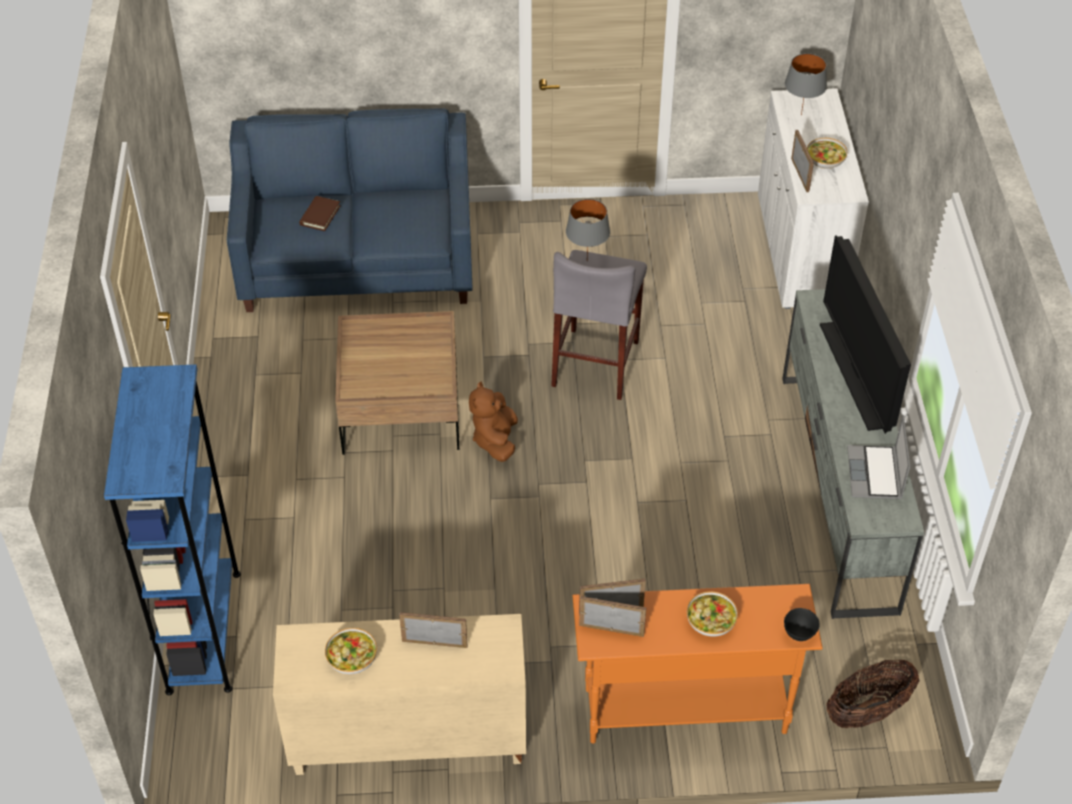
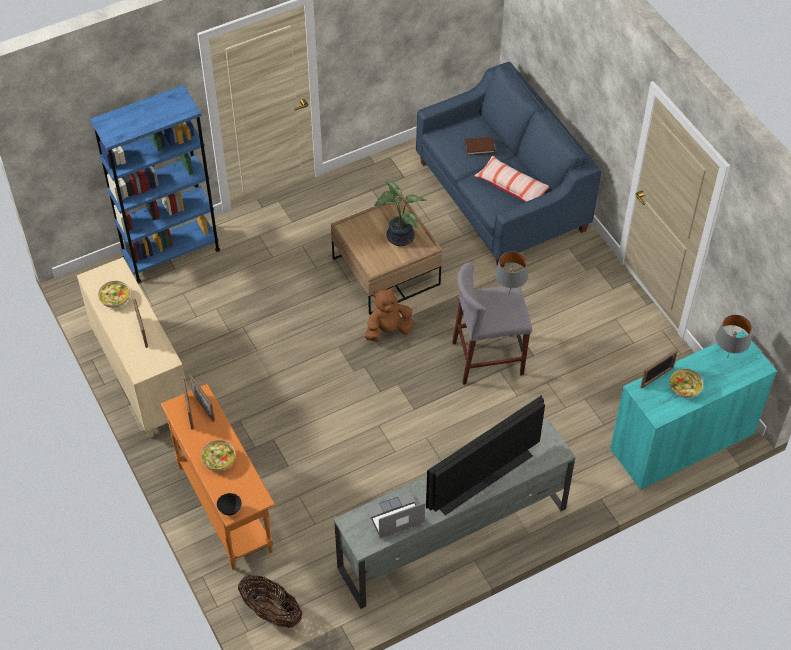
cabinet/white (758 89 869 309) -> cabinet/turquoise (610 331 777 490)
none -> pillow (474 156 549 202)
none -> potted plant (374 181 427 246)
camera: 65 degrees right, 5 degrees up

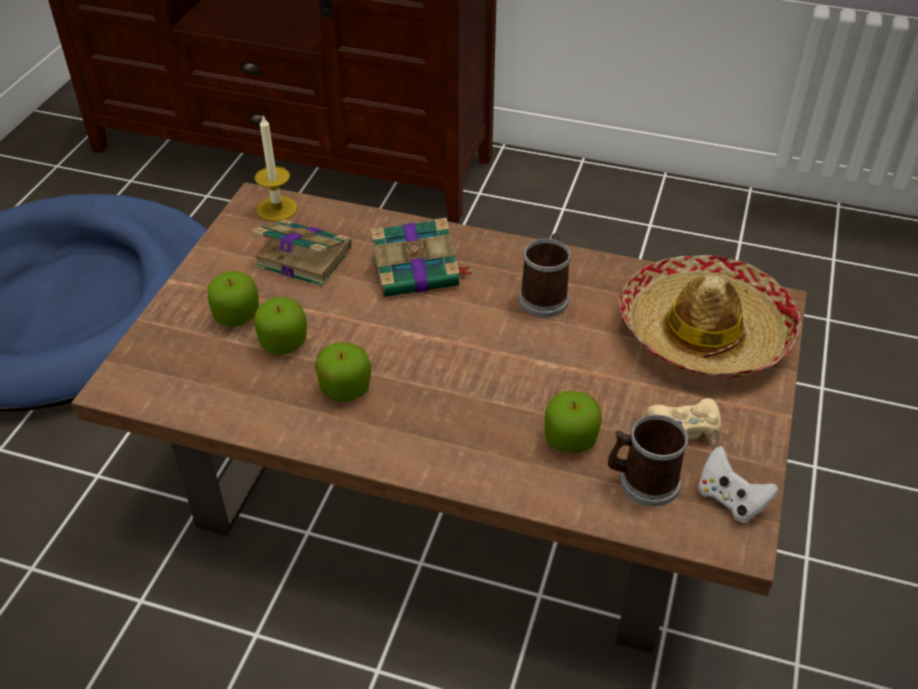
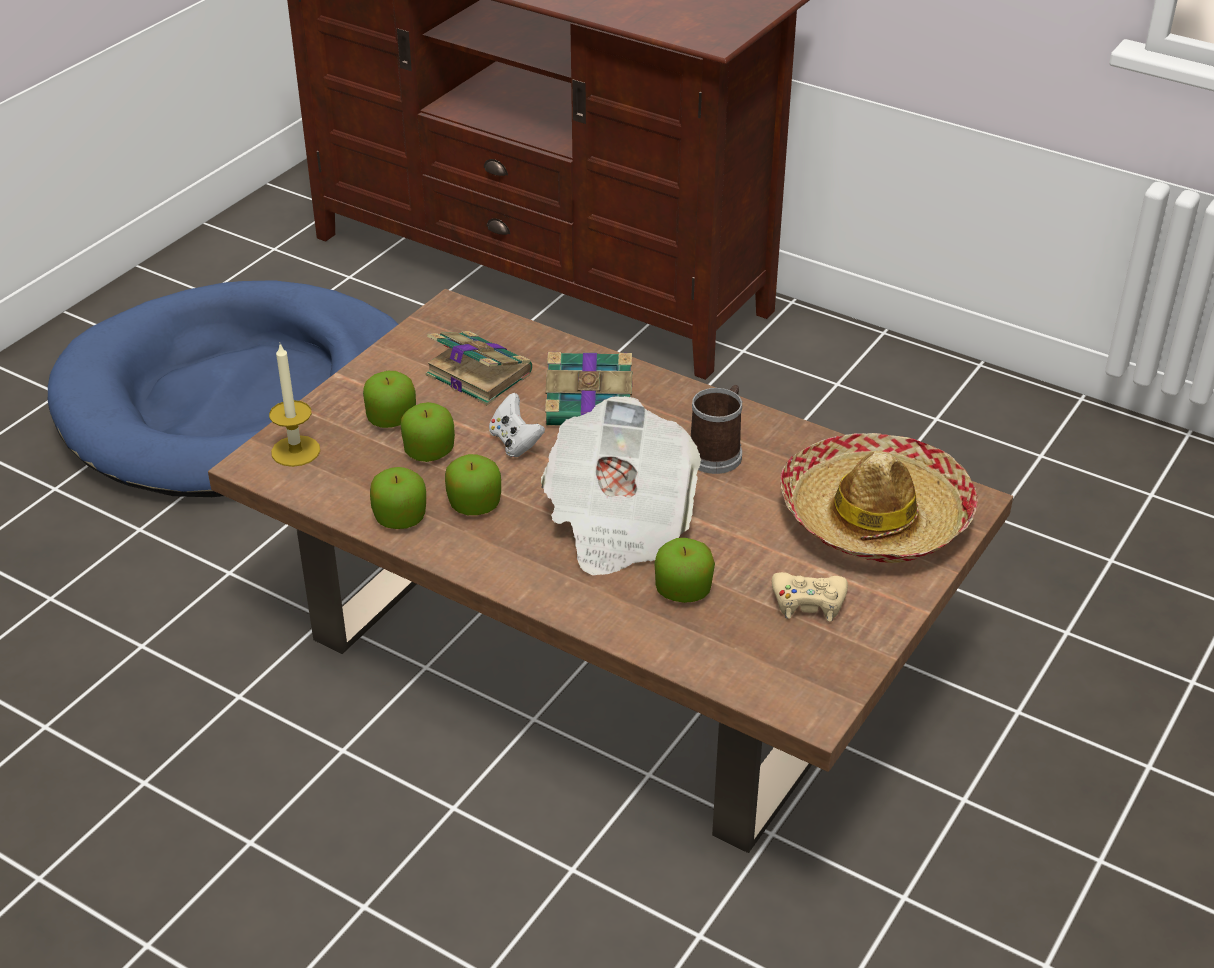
candle (255 116 297 221) -> candle (269 344 320 467), shifted
mug (608 415 689 506) -> none
game controller/white (698 446 779 523) -> game controller/white (489 393 545 457), shifted
none -> newspaper (541 396 701 576)
none -> apple (370 467 426 529)
camera: 15 degrees right, 5 degrees down

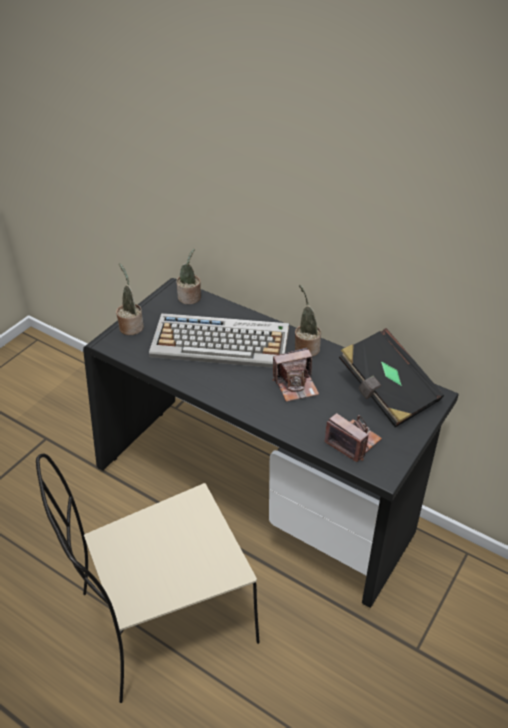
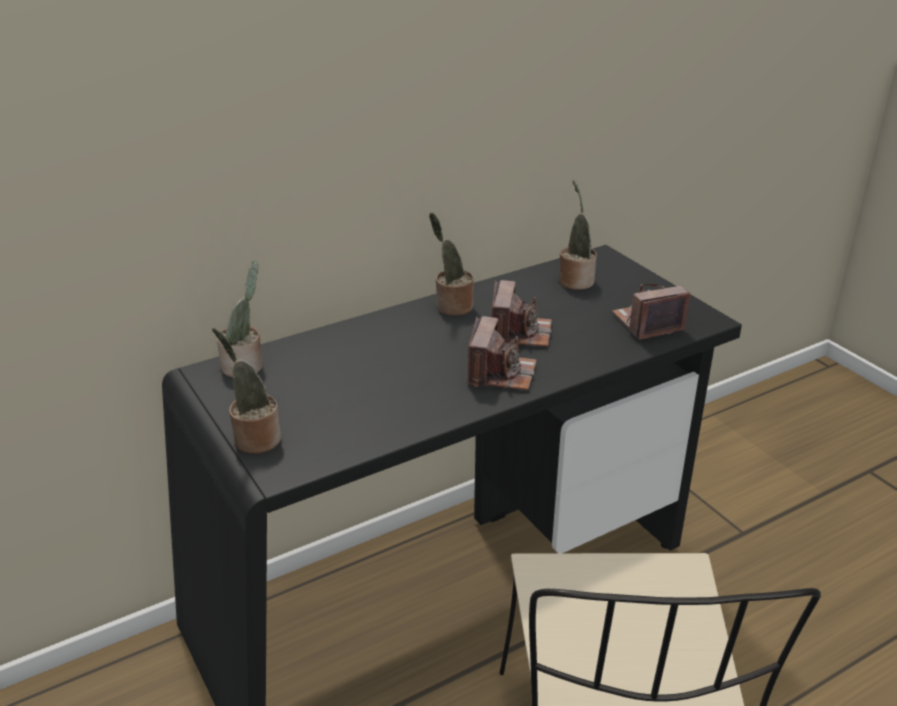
keyboard (149 313 289 368) -> none
book/black (339 328 444 427) -> potted plant (559 180 597 290)
none -> photo camera (468 316 537 390)
camera: 65 degrees left, 10 degrees down

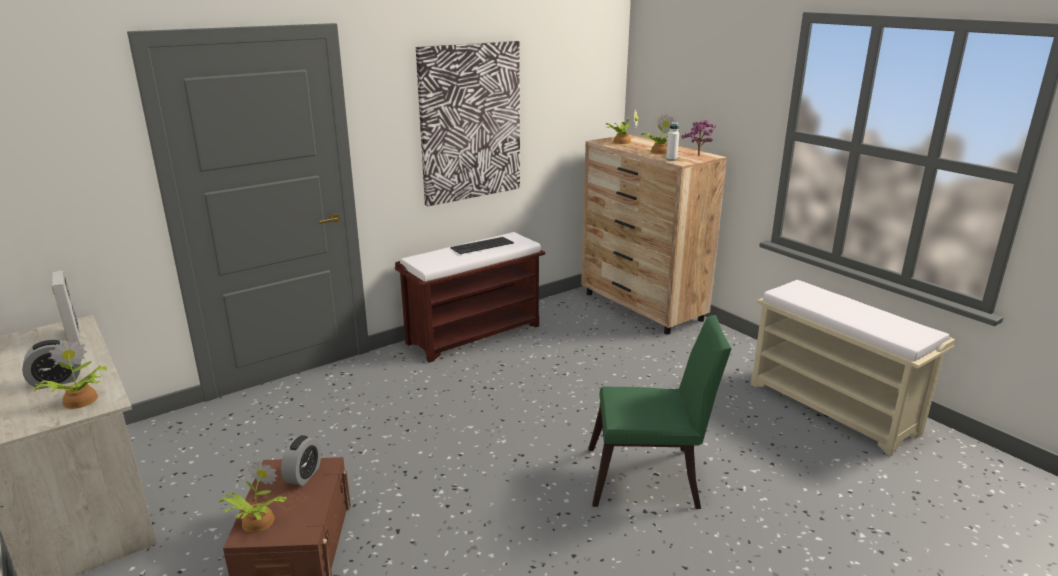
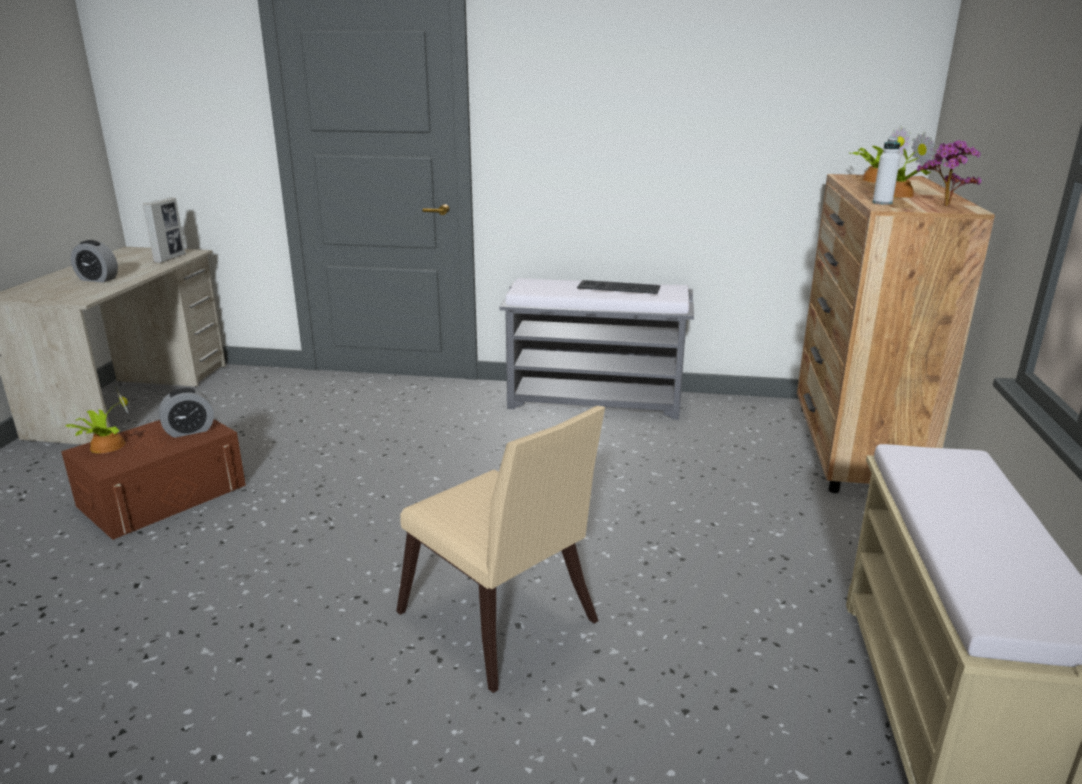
picture (416 41 520 206) -> none
bench/brown (395 232 545 363) -> bench/grey (500 278 694 420)
chair/green (588 315 732 509) -> chair/beige (396 406 605 693)
potted plant (34 340 107 409) -> none
camera: 45 degrees right, 0 degrees up

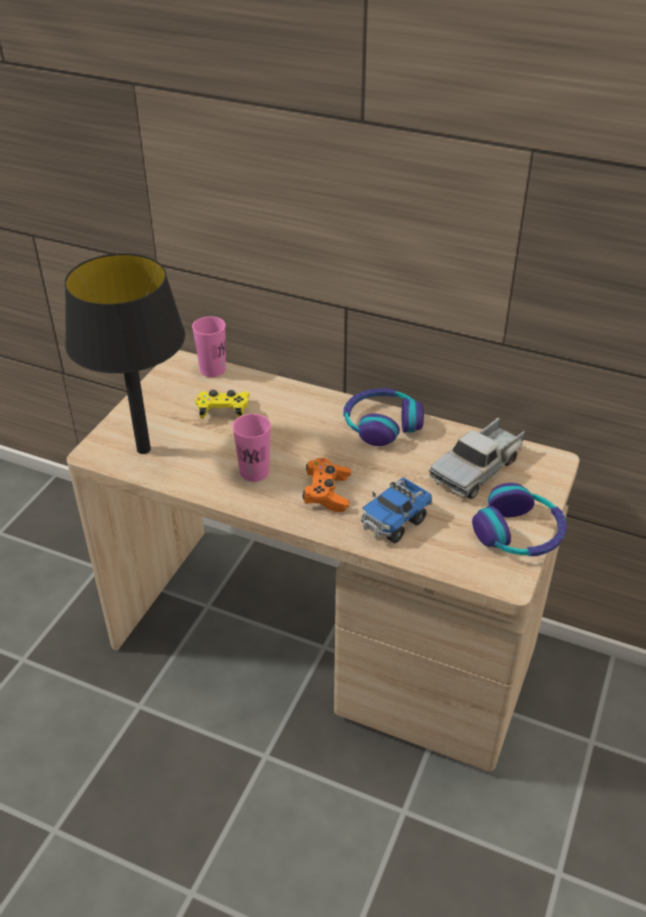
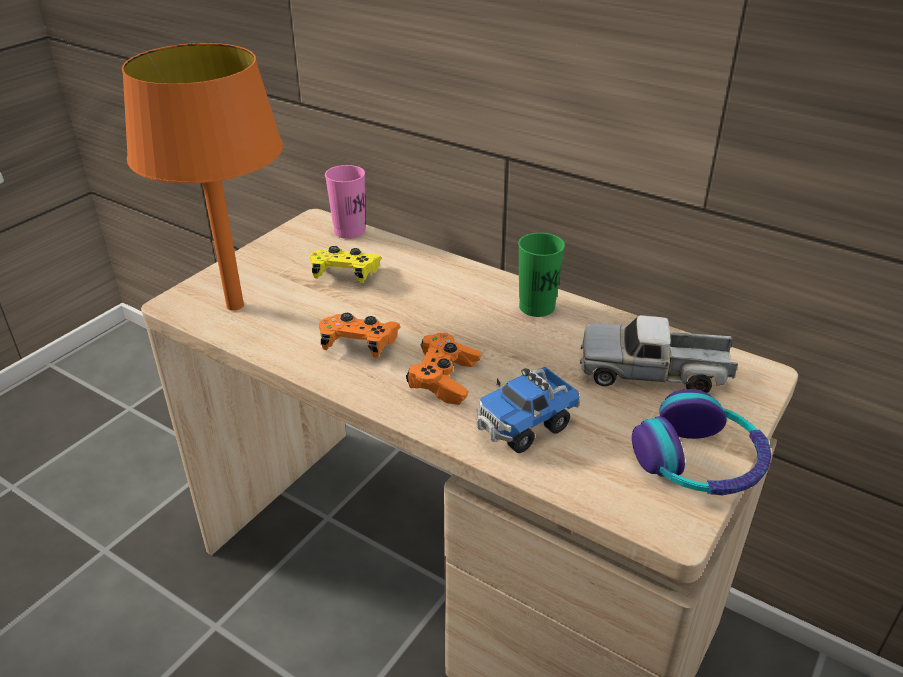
table lamp/black (65 253 185 454) -> table lamp/orange (122 43 283 311)
headphones (343 388 424 446) -> cup/green (518 233 565 317)
cup/pink (233 414 271 482) -> game controller/orange (319 313 400 358)
toy truck (429 418 525 499) -> toy truck (580 315 738 393), 45 degrees clockwise
camera: 10 degrees right, 5 degrees down

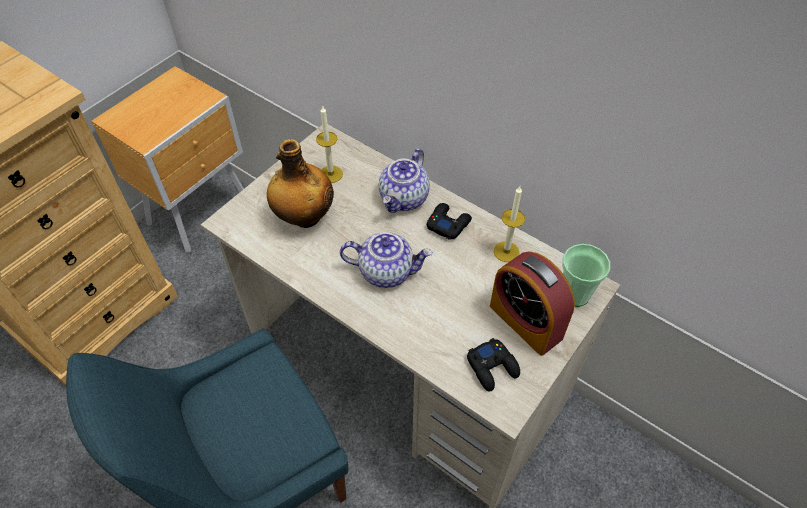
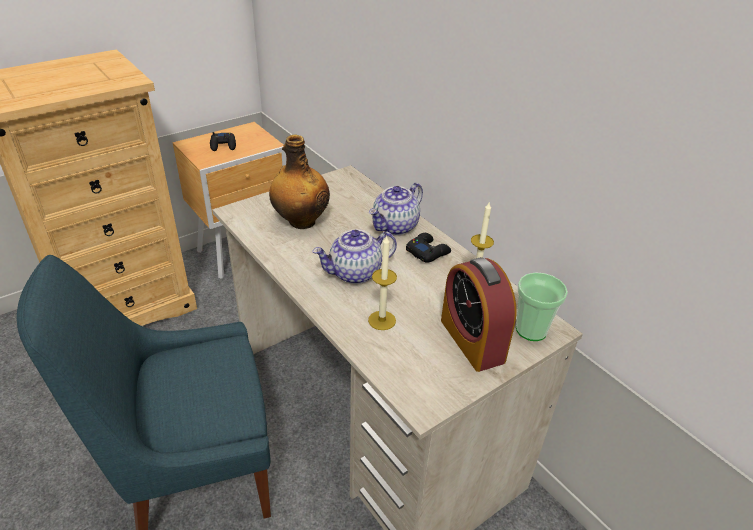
candle (316 105 343 183) -> candle (368 235 397 330), shifted
teapot (340 232 433 288) -> teapot (312 229 397 284), 135 degrees clockwise
game controller/black (467 338 520 392) -> game controller/black (210 132 236 151), shifted
camera: 15 degrees right, 15 degrees down

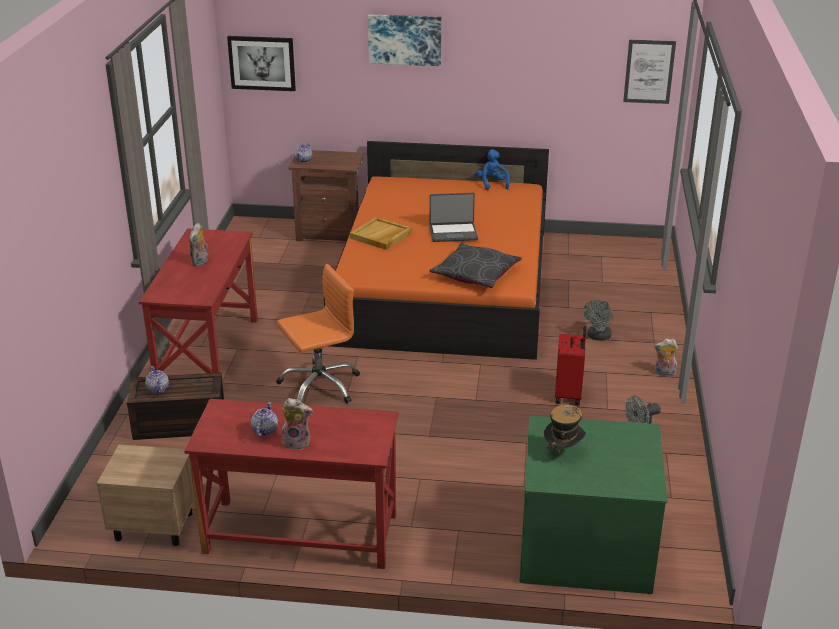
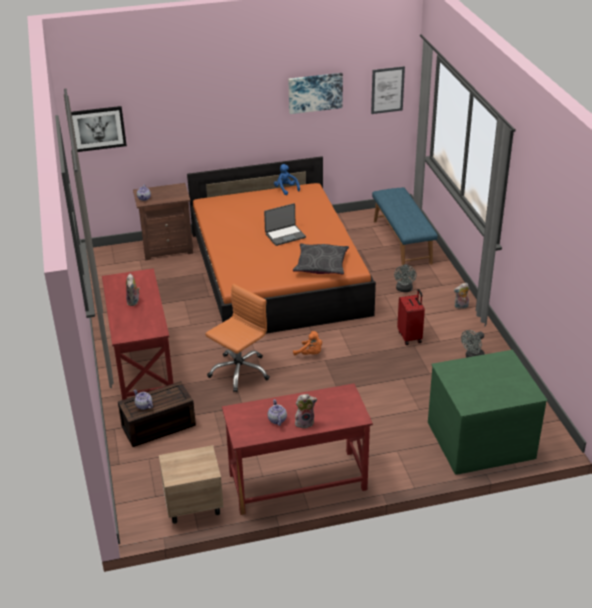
picture (368 14 441 66) -> picture (288 73 343 114), shifted
tray/beige (350 217 412 250) -> none
hat (544 404 586 465) -> none
none -> bench/blue (372 187 438 265)
none -> plush toy/orange (293 331 322 355)
camera: 20 degrees left, 5 degrees up

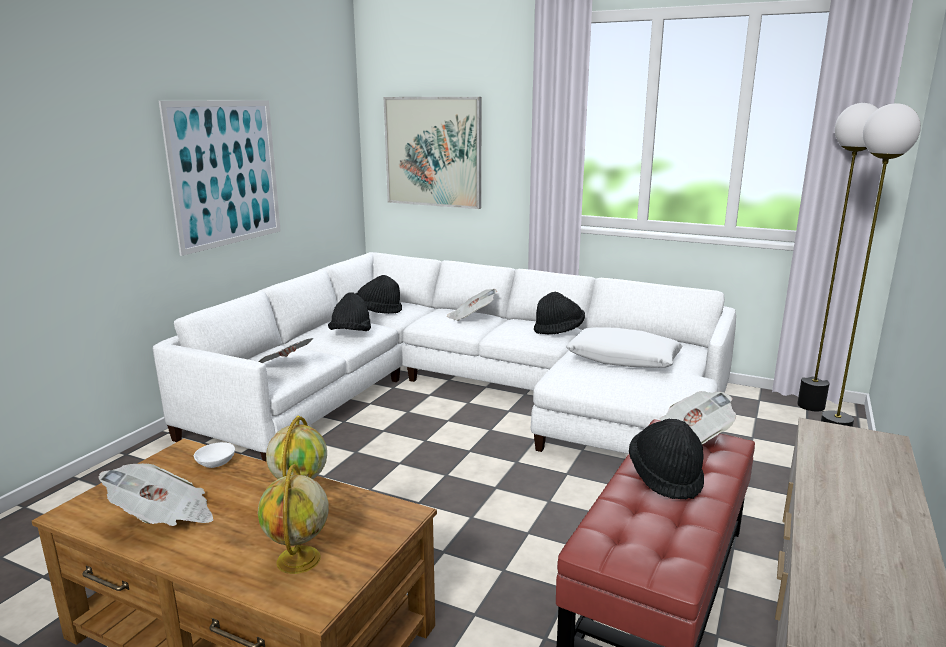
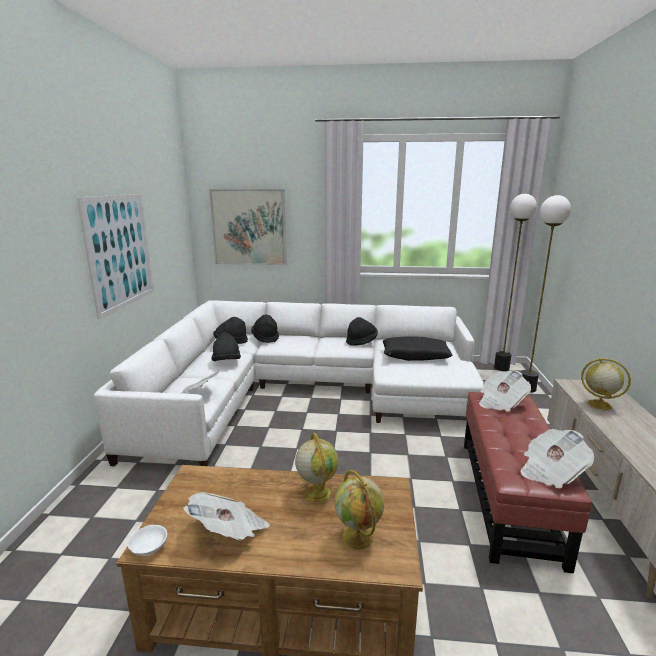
newspaper (447 289 497 321) -> newspaper (520 429 594 489), shifted
pillow/white (566 327 683 368) -> pillow/black (383 336 452 361)
hat/black (629 419 704 499) -> hat/black (251 315 279 343), shifted
bowl/white (194 442 235 468) -> bowl/white (128 525 167 556), shifted
none -> globe (581 358 631 410)
camera: 20 degrees left, 0 degrees up

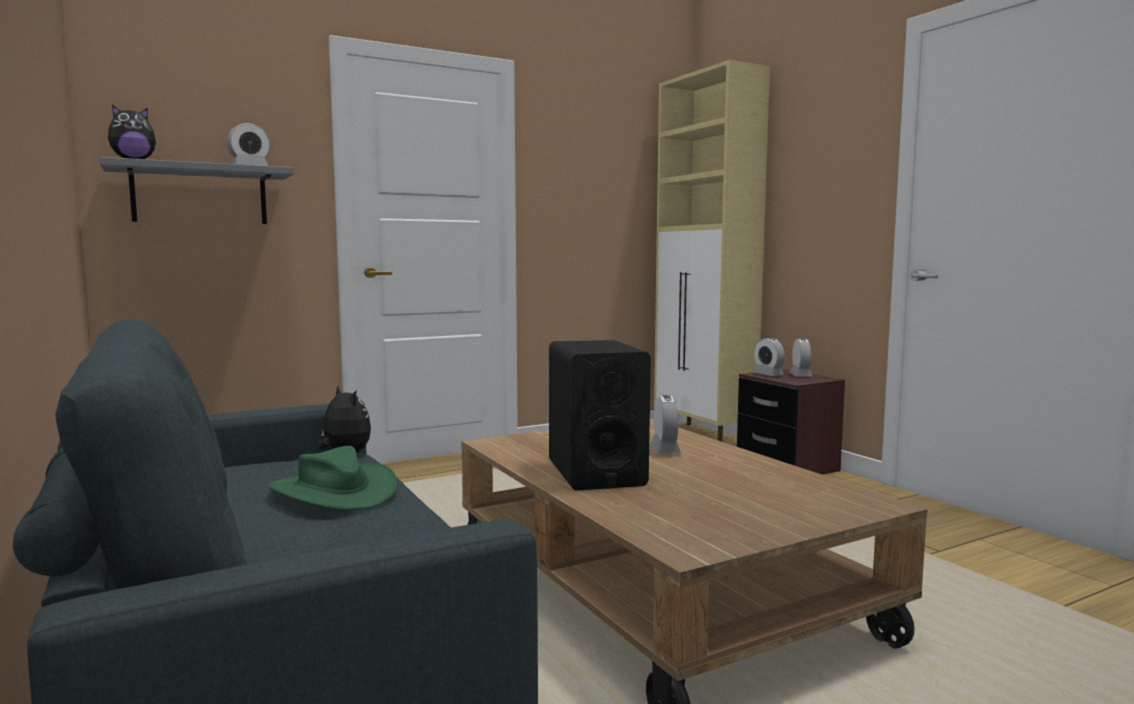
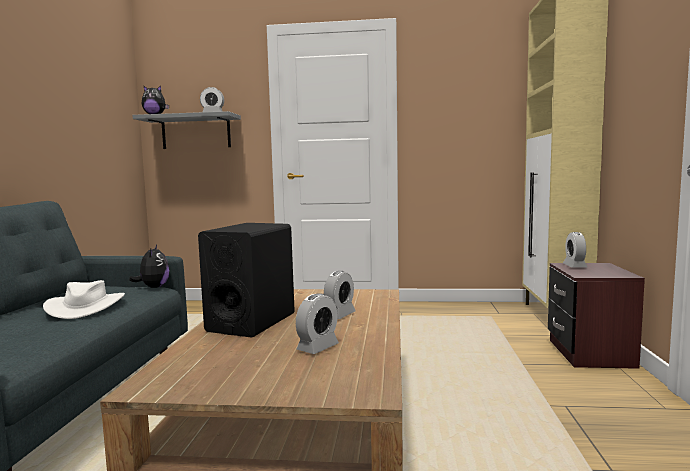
alarm clock (790 338 813 377) -> alarm clock (296 293 339 354), shifted
hat/green (268 446 398 510) -> hat/white (43 280 125 319)
camera: 35 degrees right, 0 degrees up

